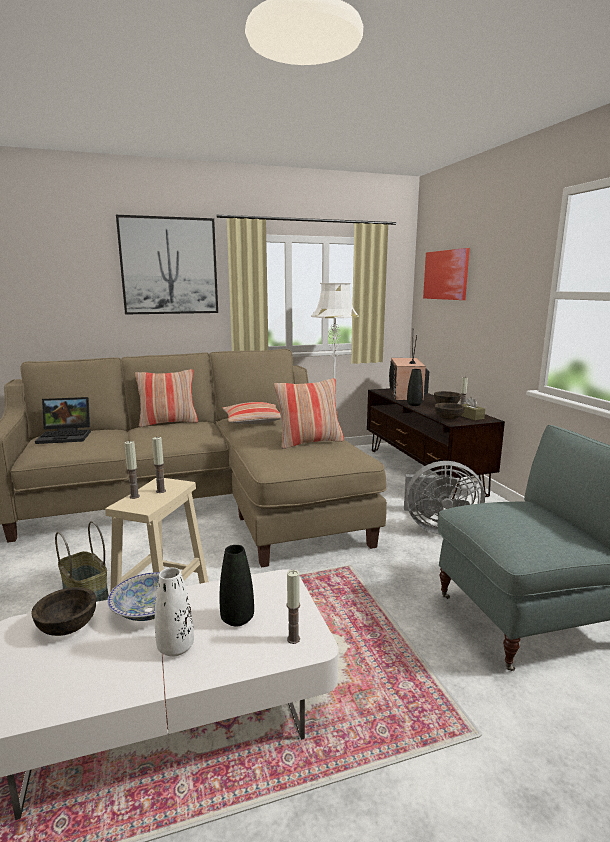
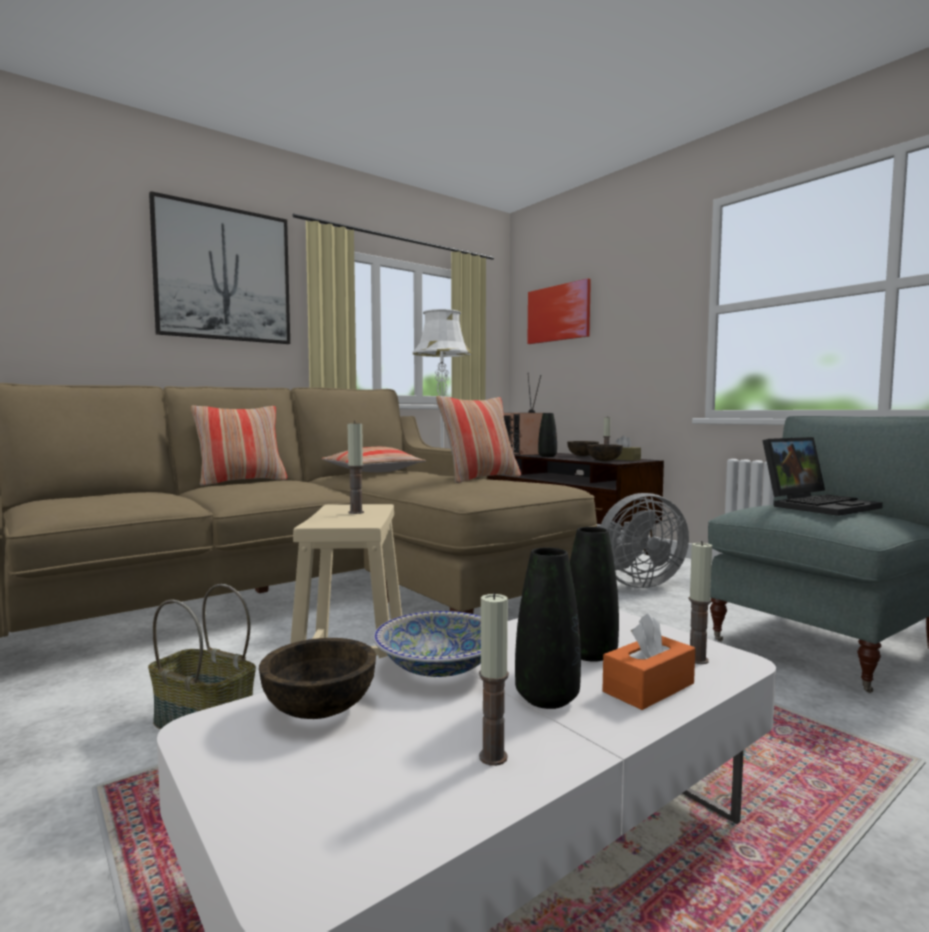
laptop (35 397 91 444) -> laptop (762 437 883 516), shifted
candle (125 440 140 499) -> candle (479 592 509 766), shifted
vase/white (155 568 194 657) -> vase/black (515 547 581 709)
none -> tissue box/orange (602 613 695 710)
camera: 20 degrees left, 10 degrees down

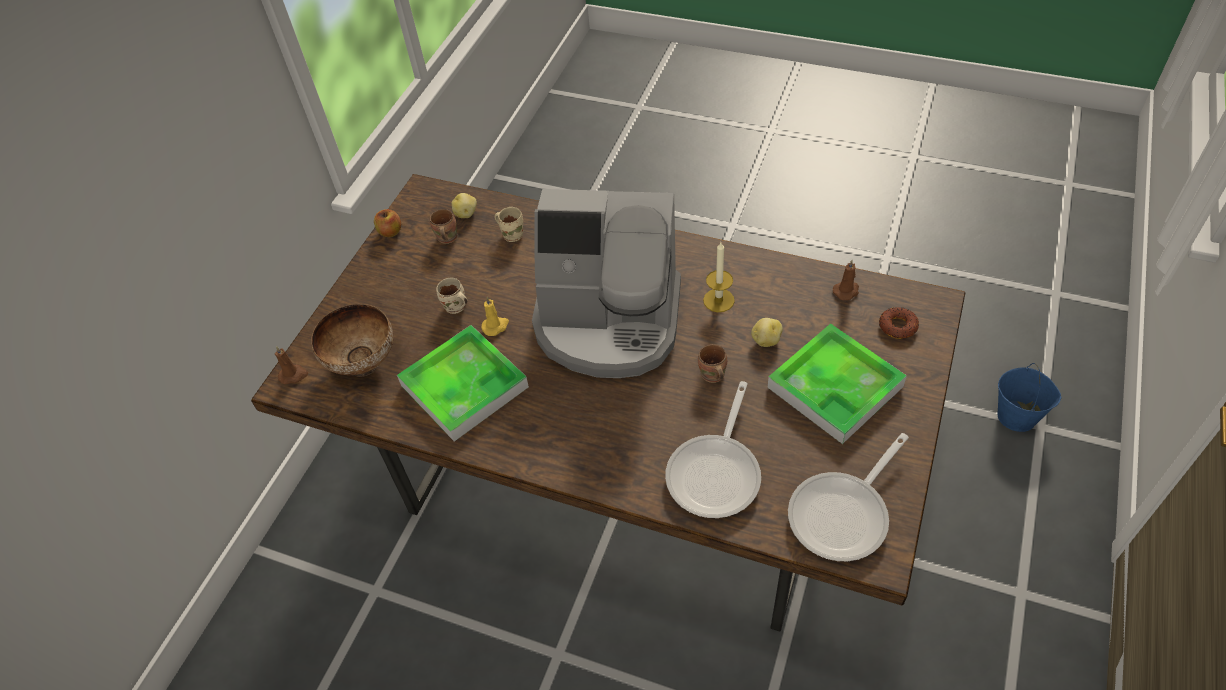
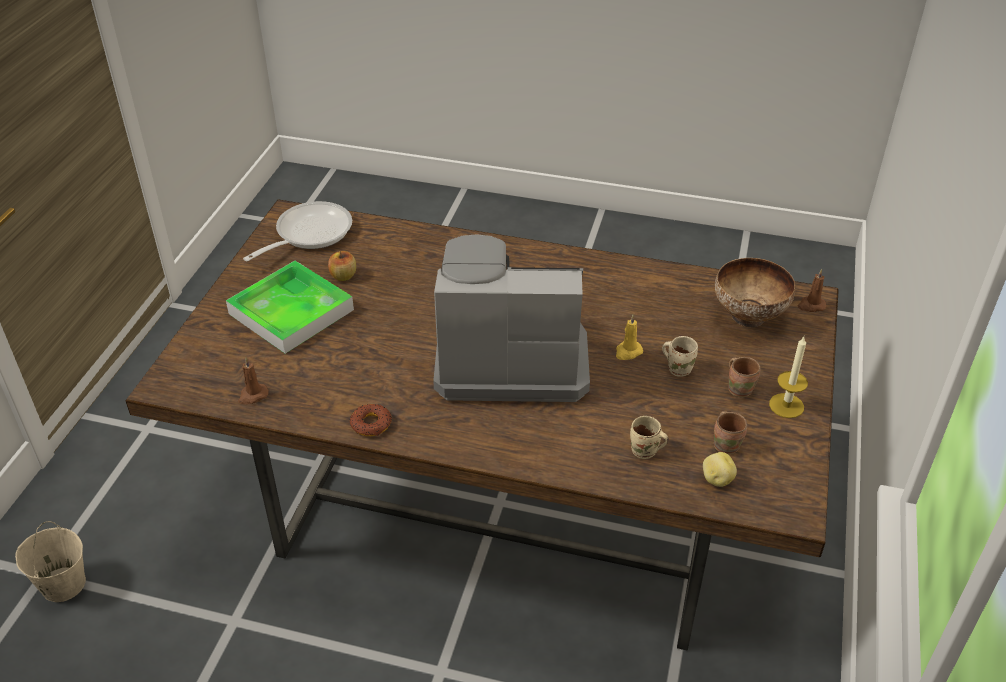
apple (374 209 401 237) -> apple (328 251 356 281), shifted
candle (703 242 735 312) -> candle (769 337 808 418), shifted
donut (879 307 919 339) -> donut (350 404 392 436), shifted
potato (751 318 783 347) -> none
tray (397 325 529 441) -> none
mug/brown (698 344 727 383) -> mug/brown (729 357 760 397), shifted
bucket/blue (997 363 1062 432) -> bucket/beige (15 521 86 602)
frying pan (665 381 761 518) -> none
camera: 170 degrees right, 10 degrees down

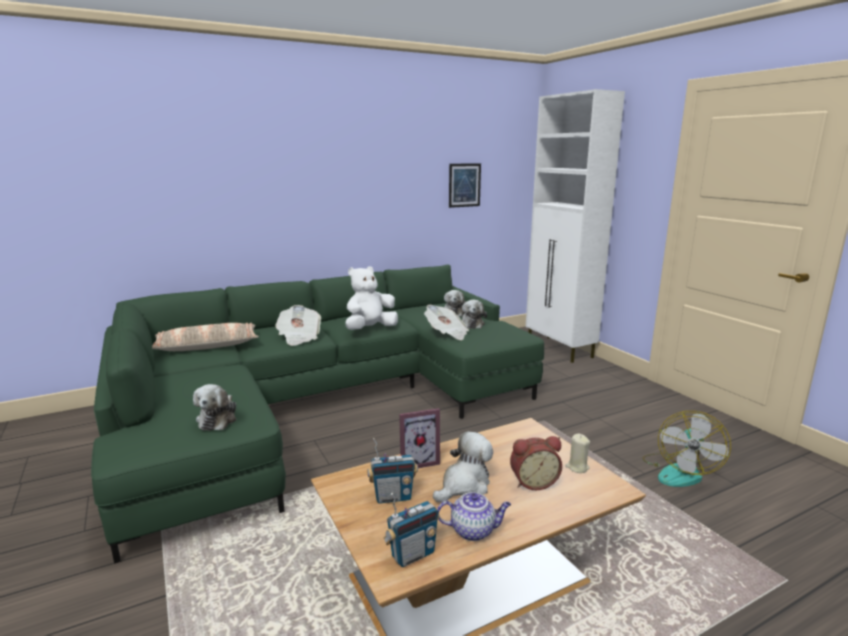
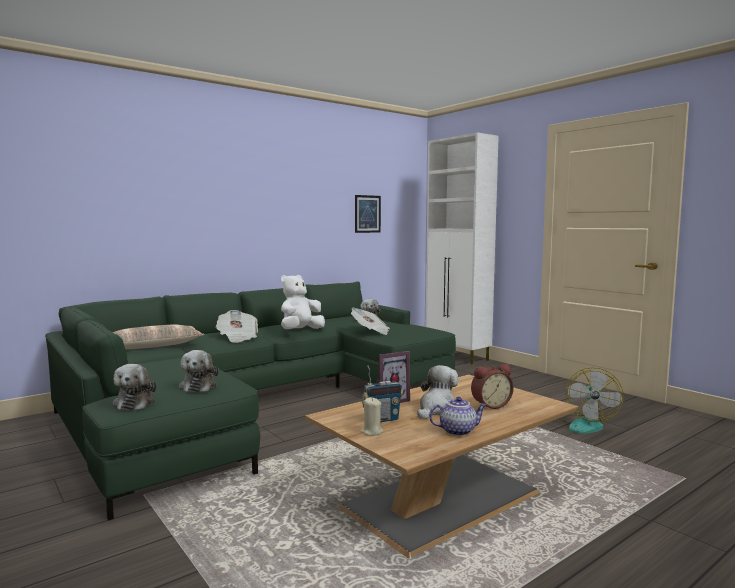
plush toy (462 300 487 329) -> plush toy (113 364 157 410), shifted
candle/beige (565 433 590 473) -> candle/beige (360 397 383 436), shifted
radio (384 493 439 567) -> none
camera: 10 degrees left, 10 degrees down

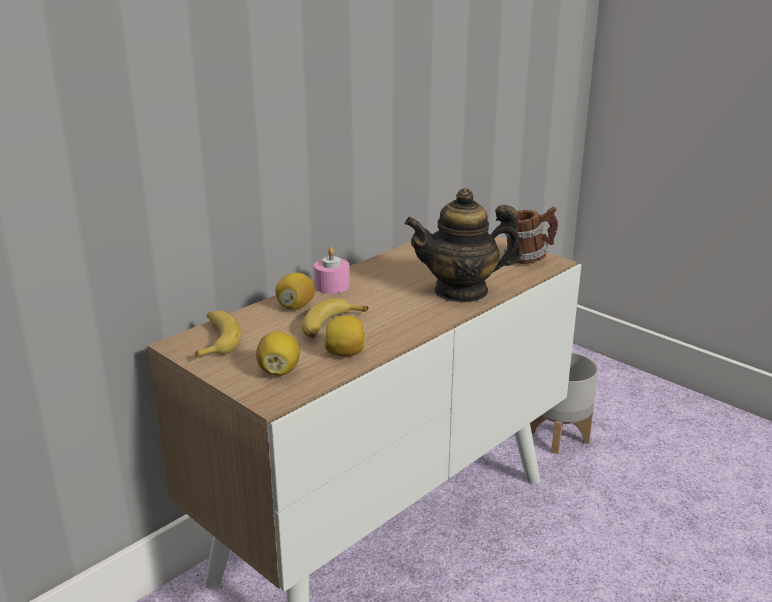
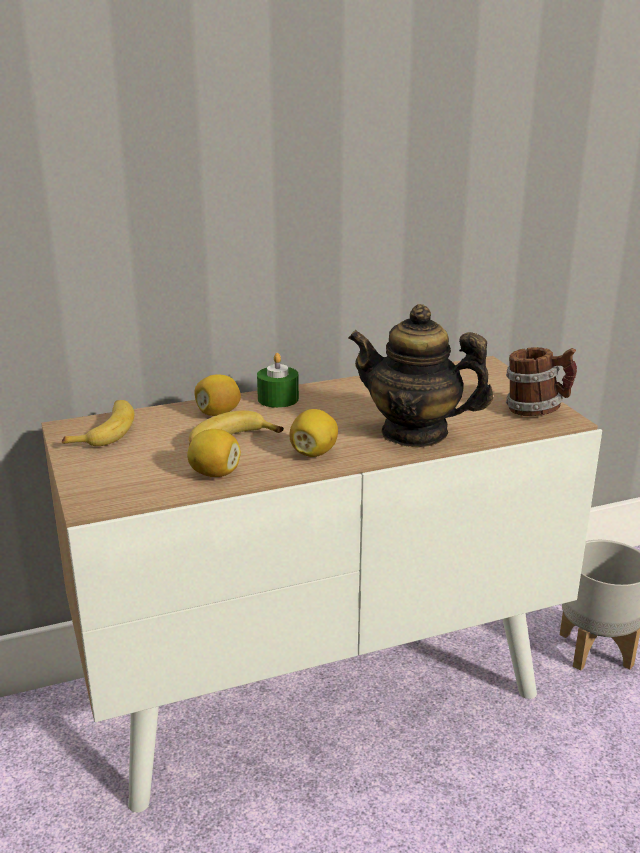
candle/pink (314 247 350 294) -> candle/green (257 353 299 408)
lemon (256 331 300 376) -> lemon (290 409 338 457), shifted
camera: 25 degrees right, 0 degrees up

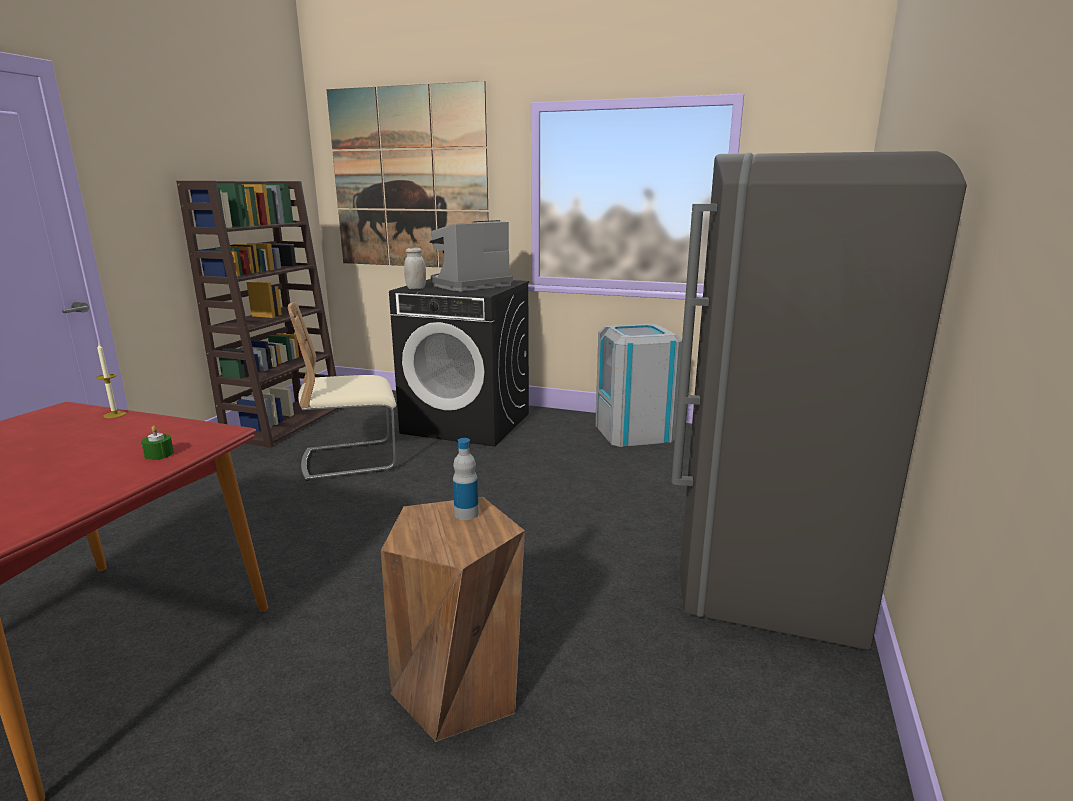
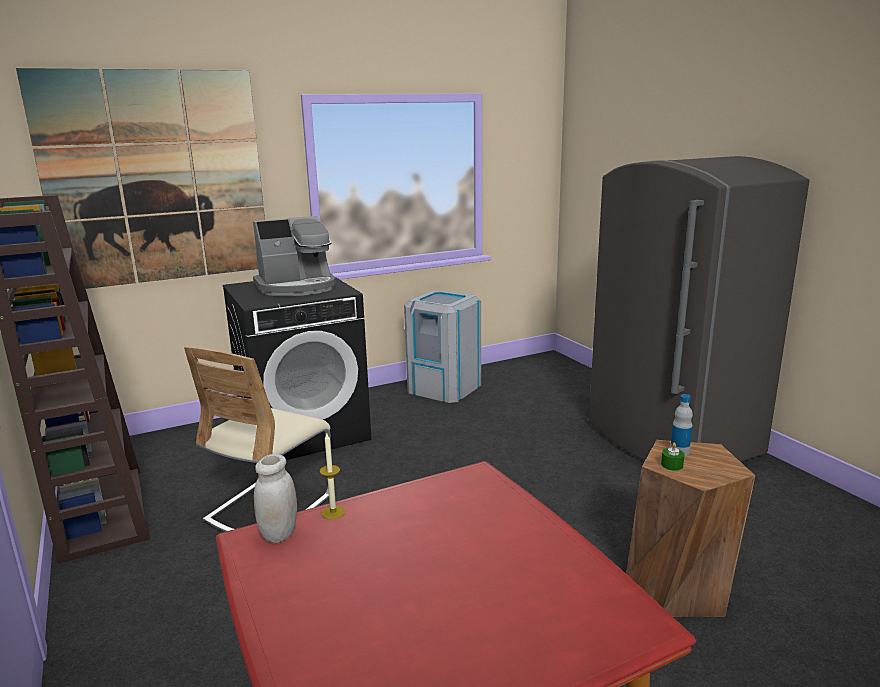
coffee machine (430 220 513 291) -> coffee machine (253 216 336 296), 120 degrees counterclockwise
jar/white (404 248 426 289) -> jar/white (254 454 297 543), shifted
candle/green (141 426 174 460) -> candle/green (661 443 685 471), shifted
camera: 45 degrees left, 0 degrees up

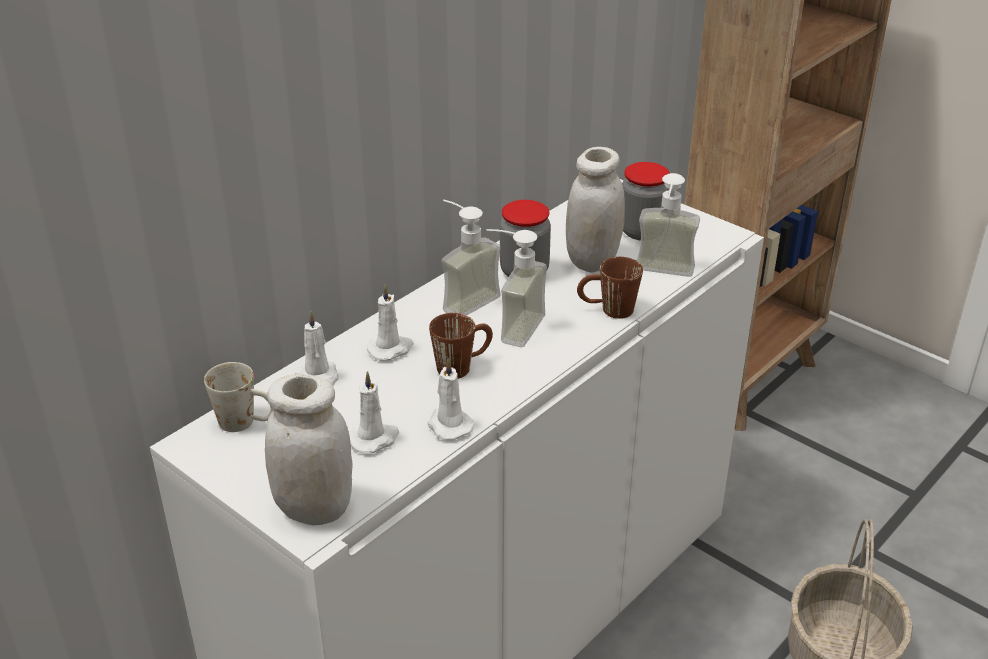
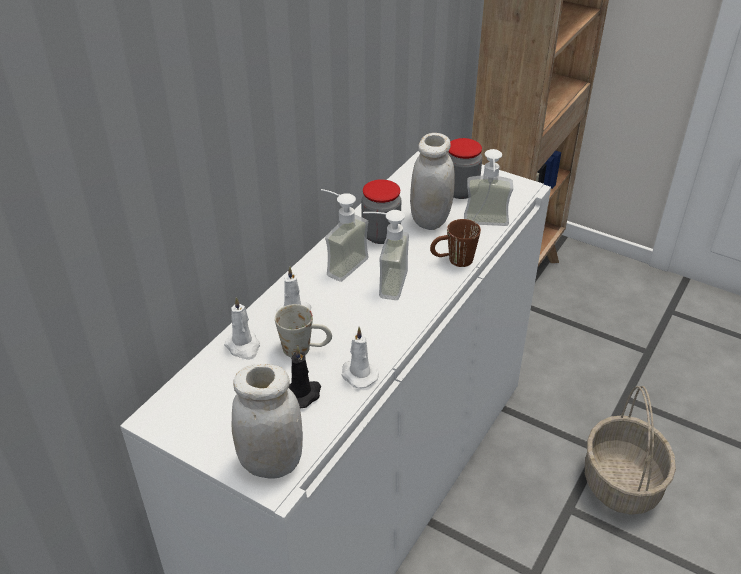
mug/brown (429 313 493 379) -> none
mug/white (204 362 274 432) -> mug/white (275 304 332 357), shifted
candle/white (349 371 399 453) -> candle/black (288 346 321 409)
camera: 10 degrees left, 5 degrees up

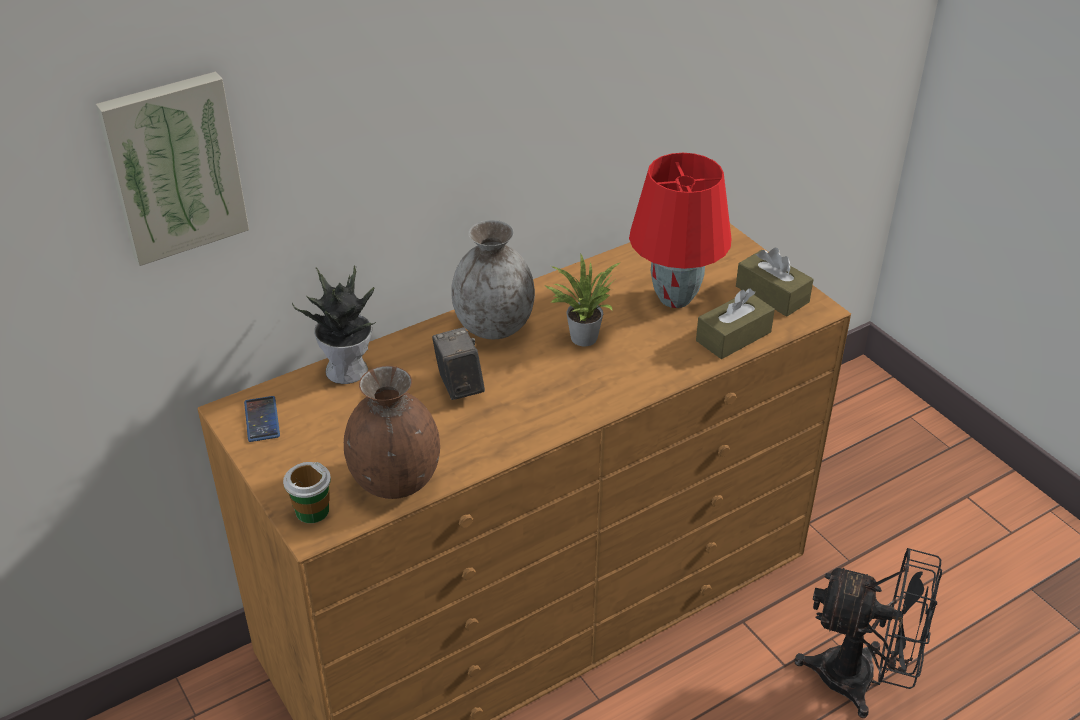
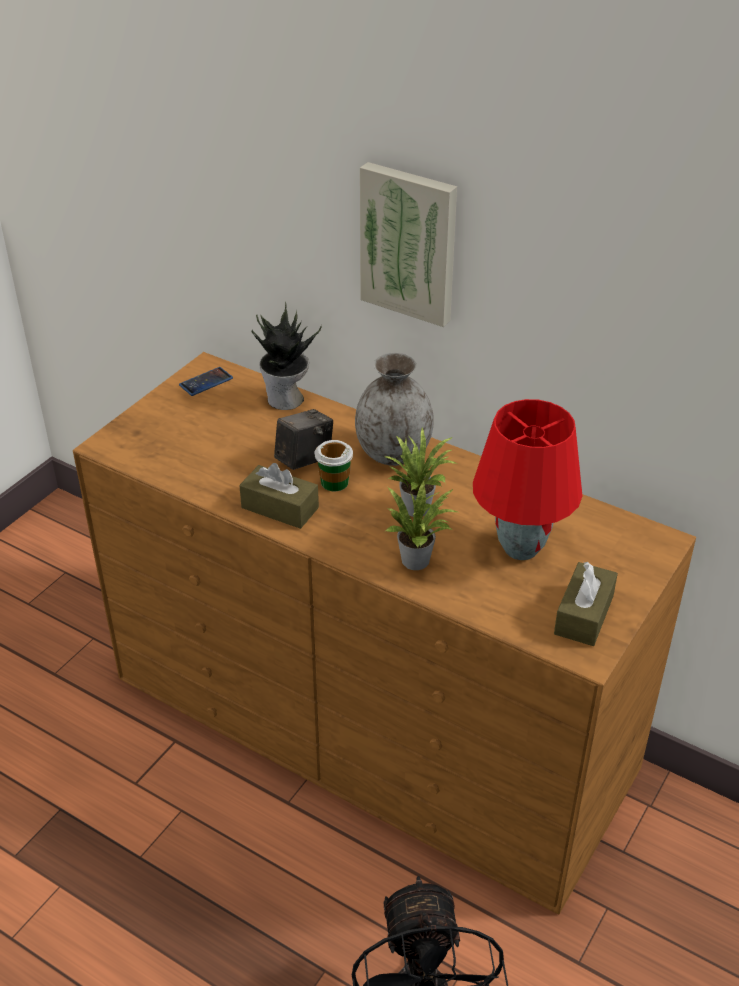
picture (96 72 249 266) -> picture (360 162 457 327), shifted
tissue box/brown (696 288 775 359) -> tissue box/brown (239 463 319 529), shifted
vase/brown (344 366 440 499) -> none
cup (283 462 331 523) -> cup (315 440 353 491), shifted
none -> potted plant (386 481 457 570)
camera: 65 degrees right, 0 degrees up

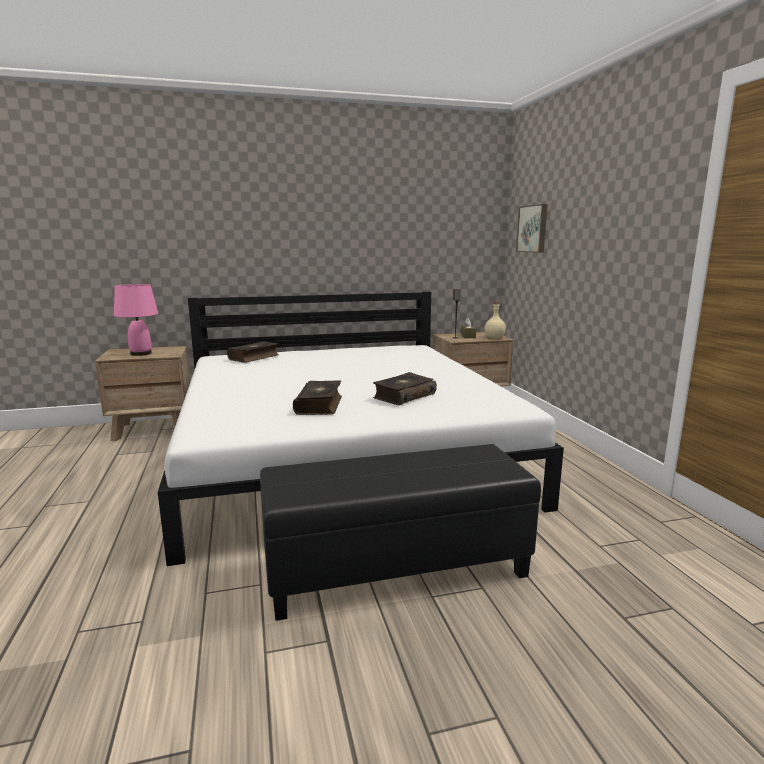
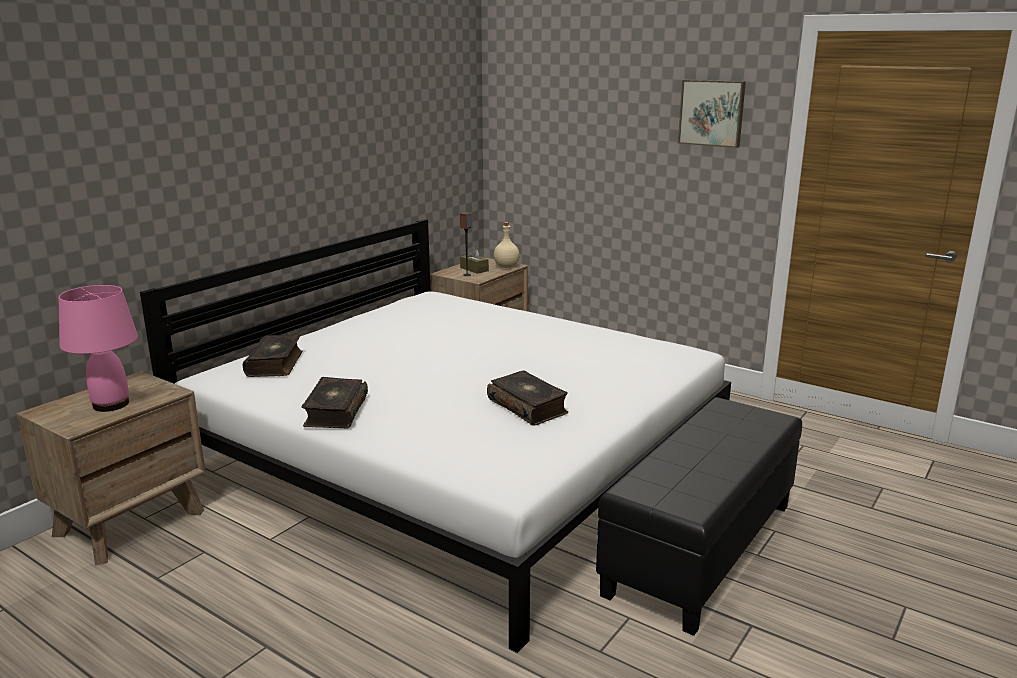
picture (516 204 547 253) -> picture (678 80 746 148), shifted
book (373 372 437 405) -> book (302 377 368 429), shifted
camera: 40 degrees left, 5 degrees up

